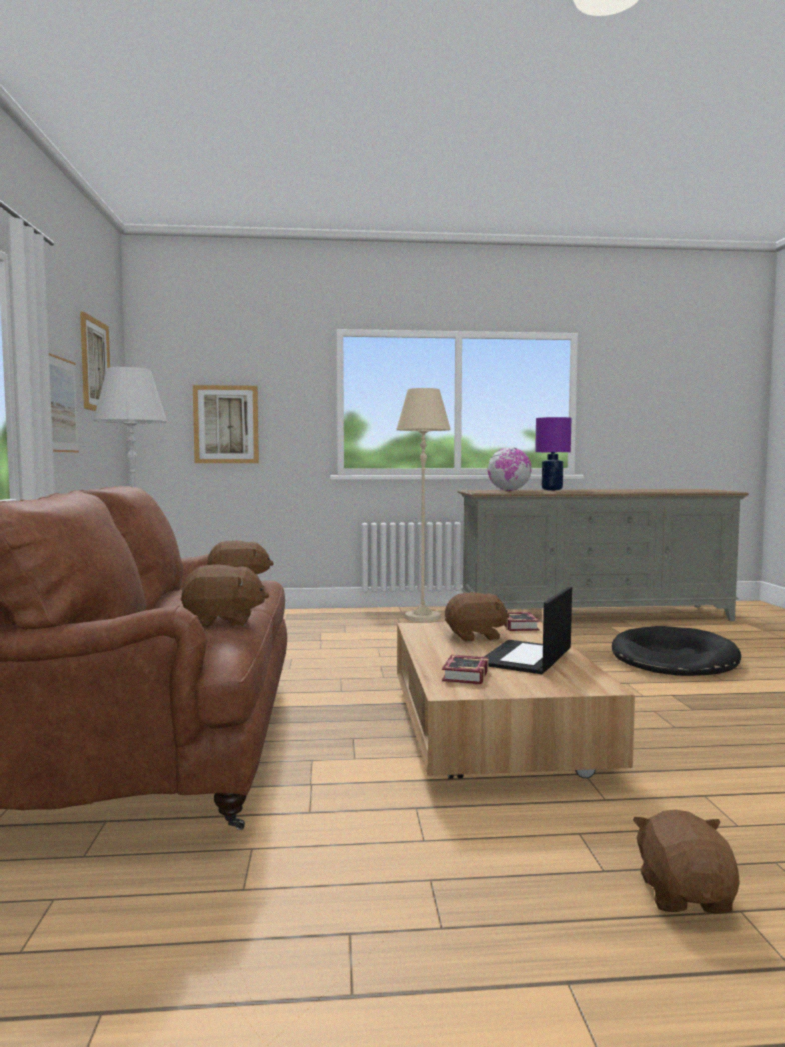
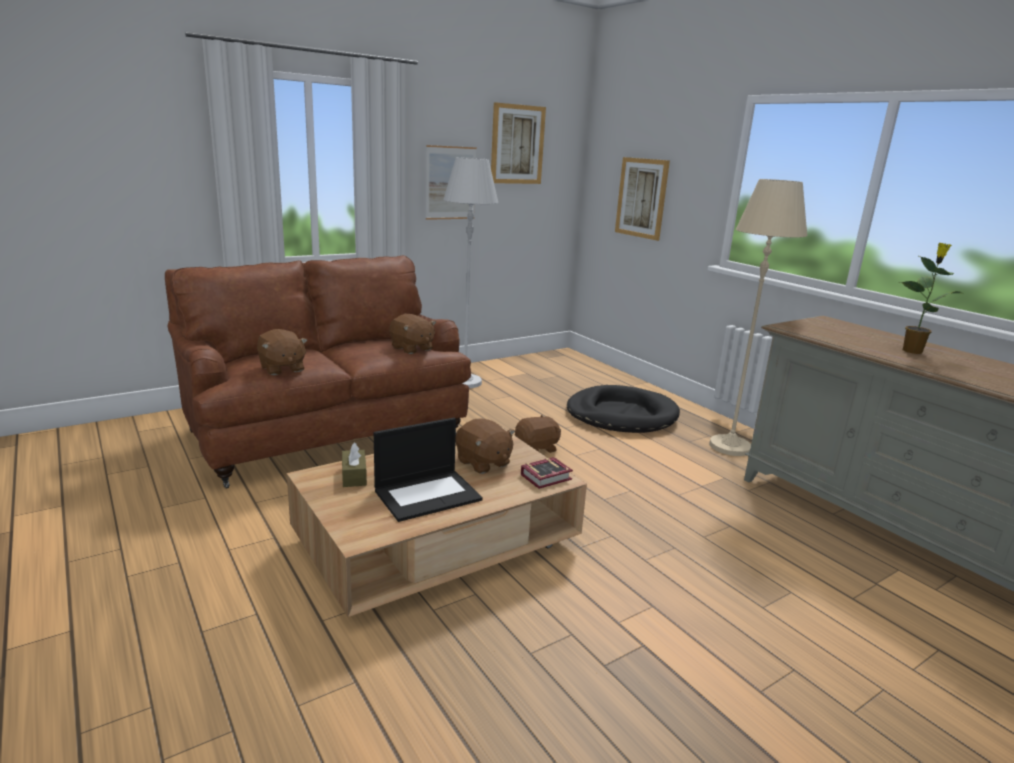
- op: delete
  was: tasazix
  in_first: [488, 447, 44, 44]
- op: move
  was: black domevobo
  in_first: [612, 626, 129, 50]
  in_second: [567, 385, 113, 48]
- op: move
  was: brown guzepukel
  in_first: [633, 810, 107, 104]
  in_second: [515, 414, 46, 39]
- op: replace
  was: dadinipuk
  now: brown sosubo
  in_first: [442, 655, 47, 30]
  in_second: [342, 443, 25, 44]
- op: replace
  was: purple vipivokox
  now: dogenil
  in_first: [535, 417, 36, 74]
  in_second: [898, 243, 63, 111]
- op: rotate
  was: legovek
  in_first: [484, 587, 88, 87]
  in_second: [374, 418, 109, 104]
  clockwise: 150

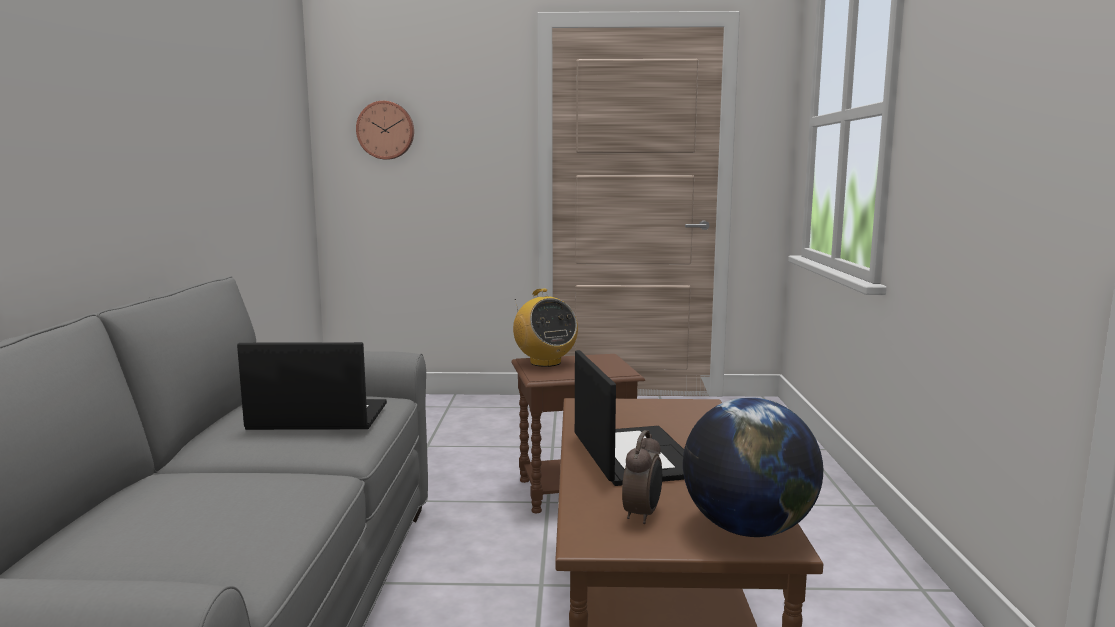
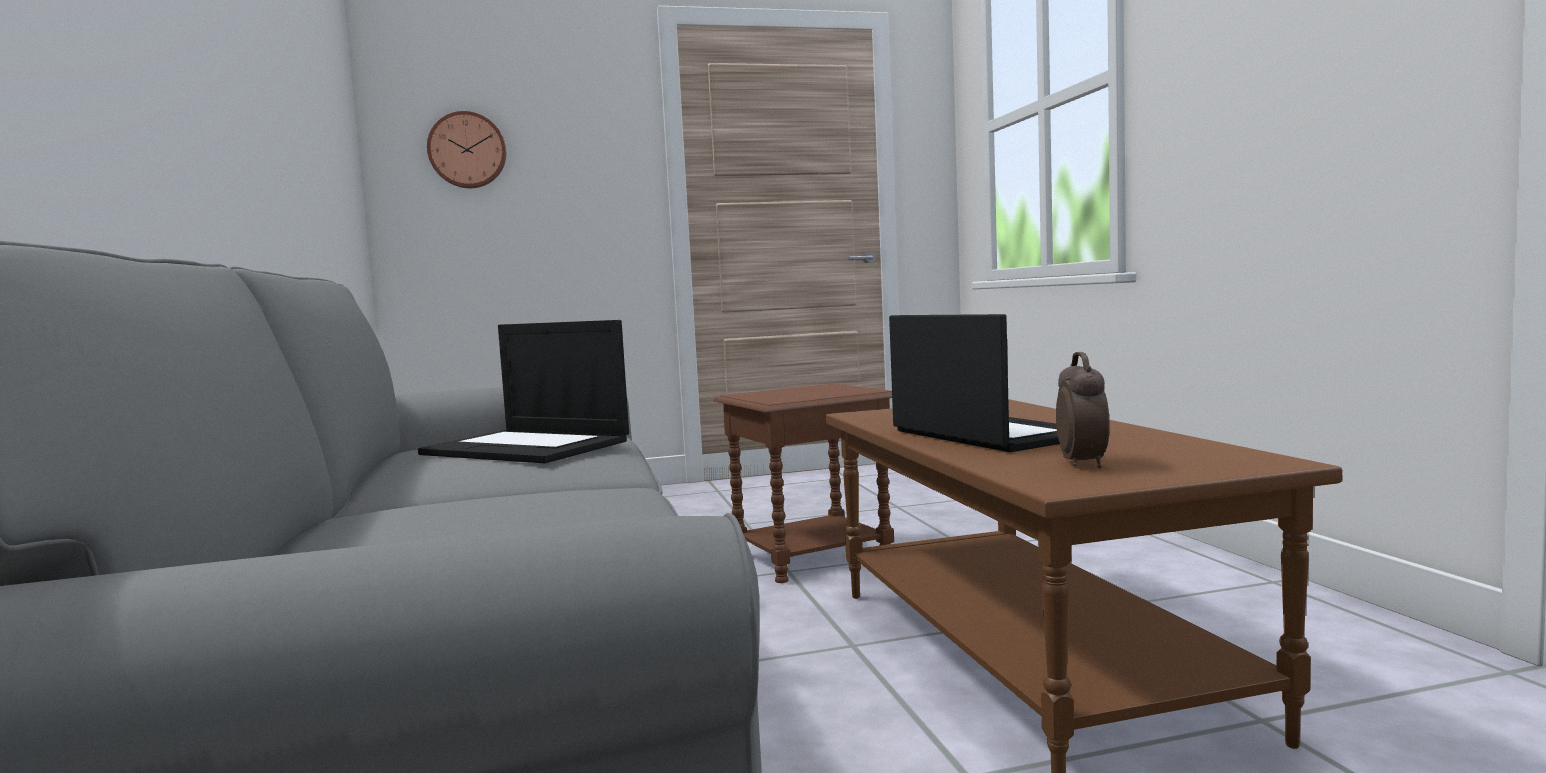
- op: delete
  was: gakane
  in_first: [513, 289, 65, 78]
- op: delete
  was: tasazix
  in_first: [683, 397, 140, 140]
- op: rotate
  was: legovek
  in_first: [237, 342, 150, 88]
  in_second: [418, 320, 211, 143]
  clockwise: -135

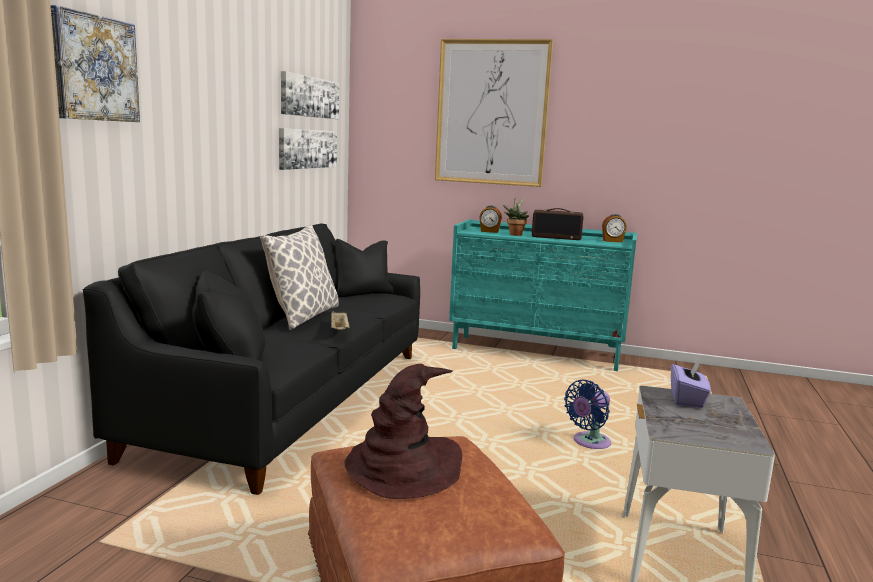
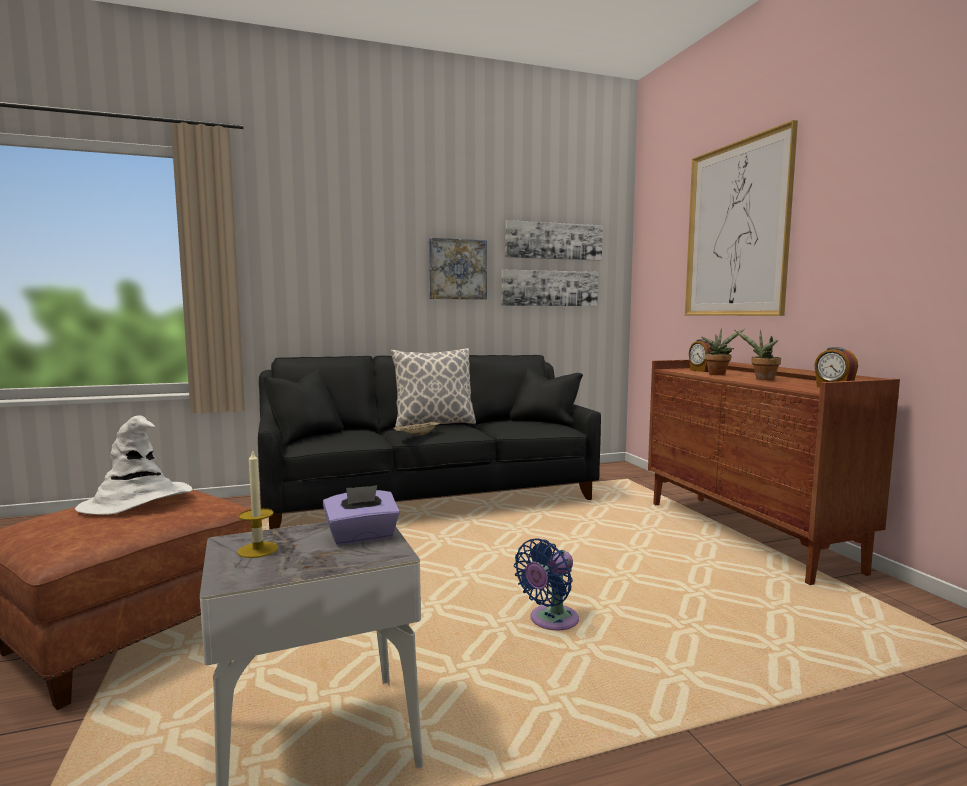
- op: insert
  now: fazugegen
  in_second: [237, 449, 41, 109]
- op: move
  was: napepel
  in_first: [51, 5, 89, 117]
  in_second: [429, 238, 58, 61]
- op: replace
  was: gakane
  now: dogenil
  in_first: [532, 208, 51, 32]
  in_second: [735, 330, 46, 51]
- op: recolor
  was: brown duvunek
  now: white duvunek
  in_first: [344, 364, 118, 135]
  in_second: [75, 415, 117, 100]
- op: recolor
  was: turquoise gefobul
  now: brown gefobul
  in_first: [449, 219, 188, 152]
  in_second: [648, 360, 252, 225]
- op: rotate
  was: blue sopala
  in_first: [564, 380, 47, 69]
  in_second: [514, 539, 65, 91]
  clockwise: -60

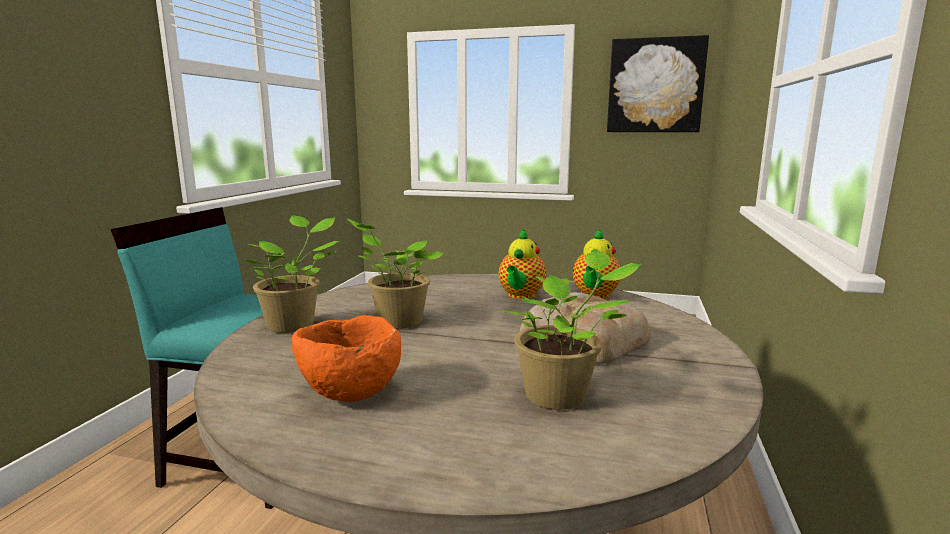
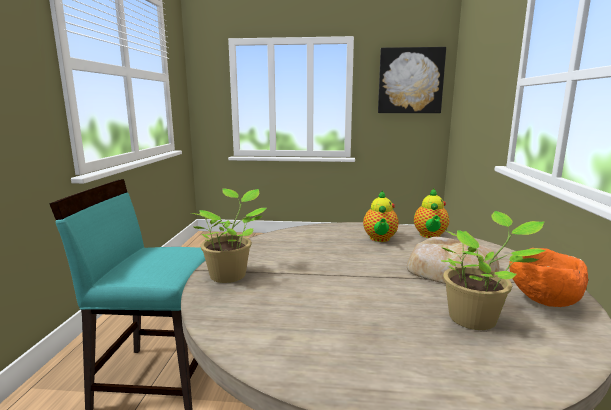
- op: delete
  was: dogenil
  in_first: [346, 218, 97, 111]
- op: move
  was: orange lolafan
  in_first: [291, 315, 110, 87]
  in_second: [509, 248, 79, 59]

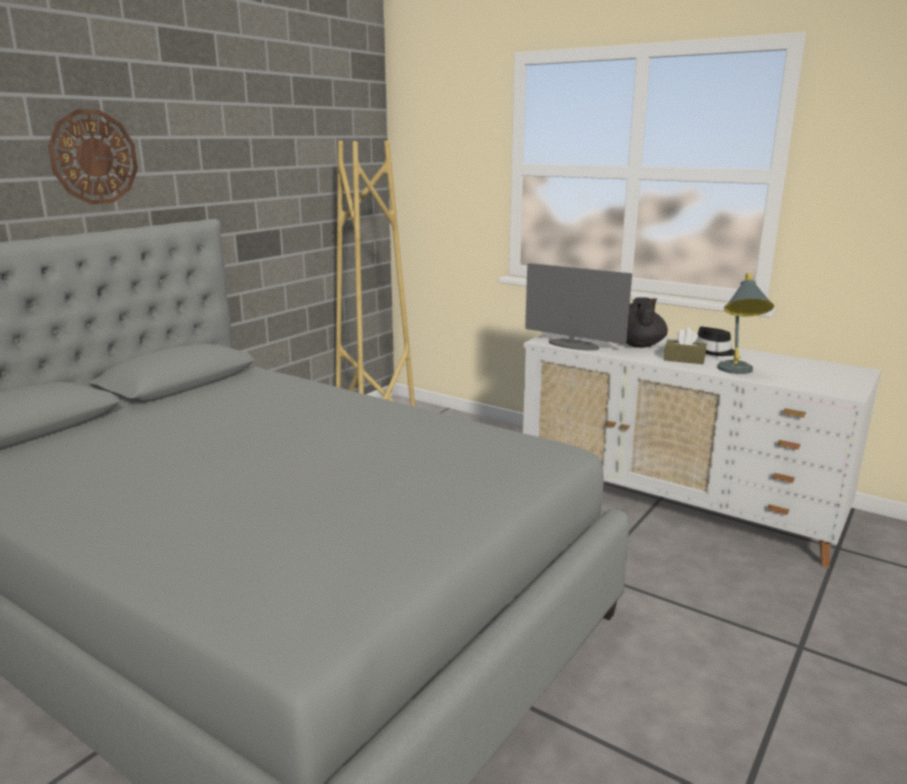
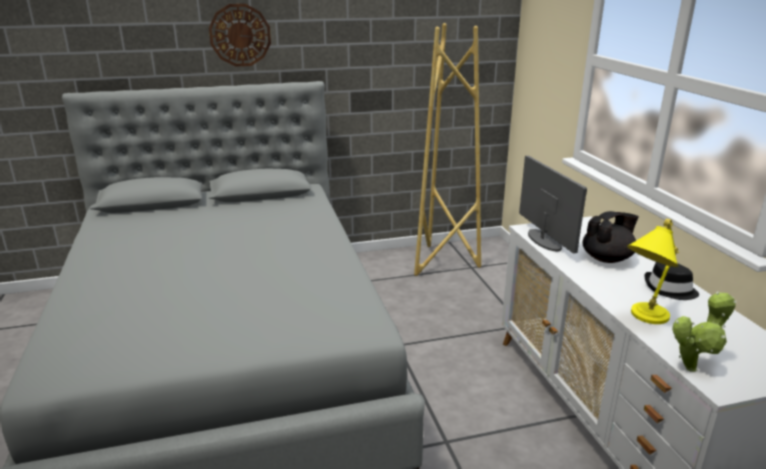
- op: delete
  was: brown sosubo
  in_first: [664, 328, 42, 36]
- op: insert
  now: dogenil
  in_second: [672, 291, 65, 81]
- op: recolor
  was: grey vipivokox
  now: yellow vipivokox
  in_first: [717, 273, 57, 101]
  in_second: [627, 219, 52, 105]

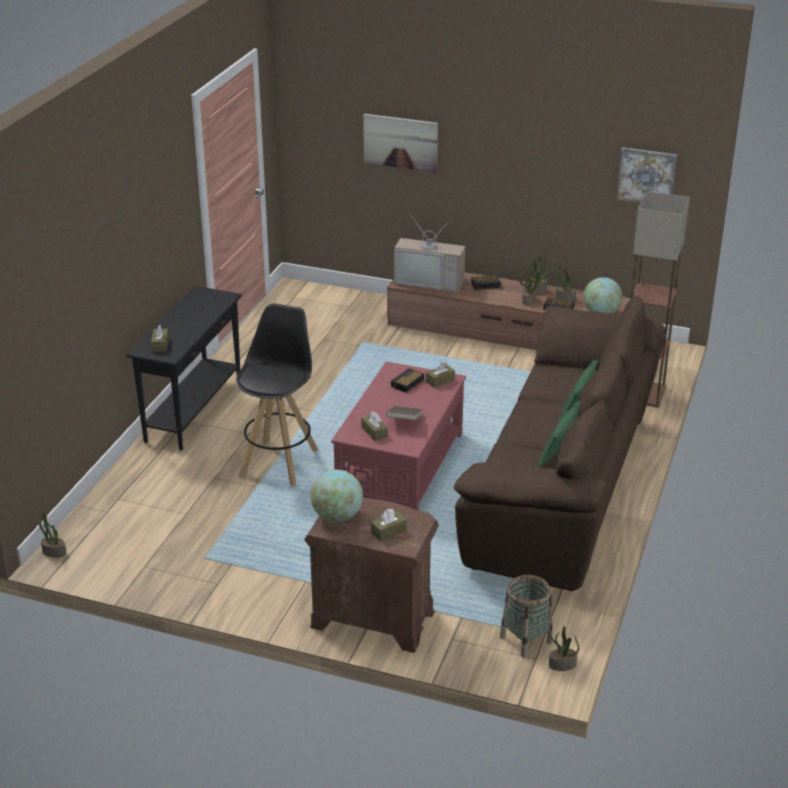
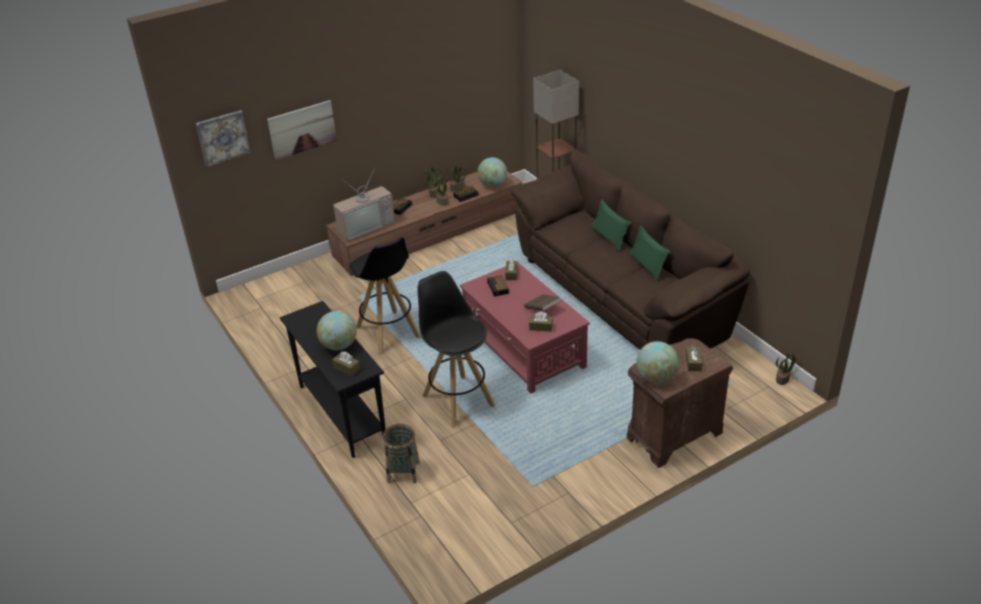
- op: delete
  was: dogenil
  in_first: [39, 513, 27, 45]
- op: insert
  now: tasazix
  in_second: [317, 311, 40, 40]
- op: insert
  now: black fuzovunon
  in_second: [349, 237, 72, 118]
- op: move
  was: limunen
  in_first: [500, 575, 52, 83]
  in_second: [382, 424, 38, 60]
- op: move
  was: napepel
  in_first: [617, 147, 60, 56]
  in_second: [196, 110, 55, 57]

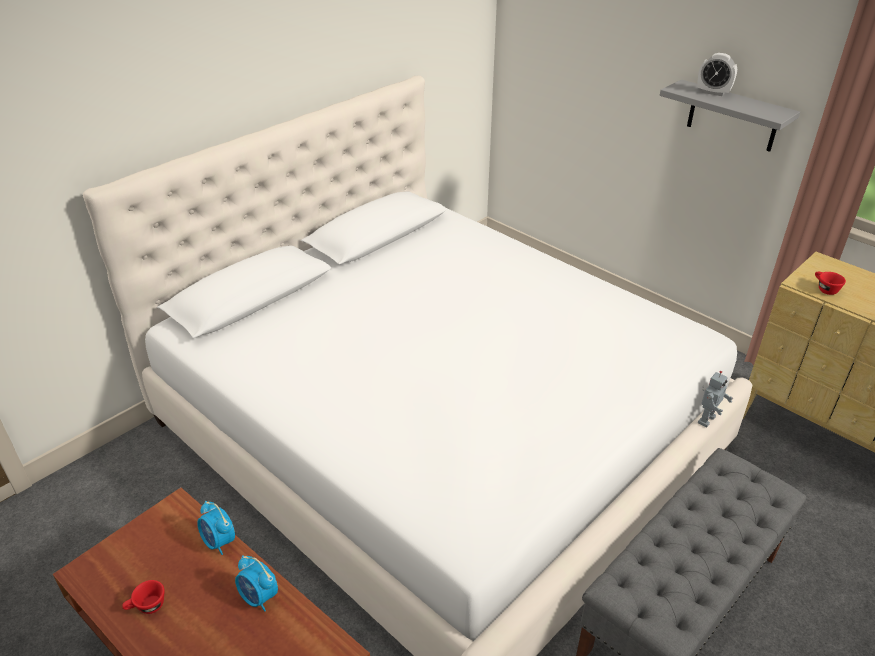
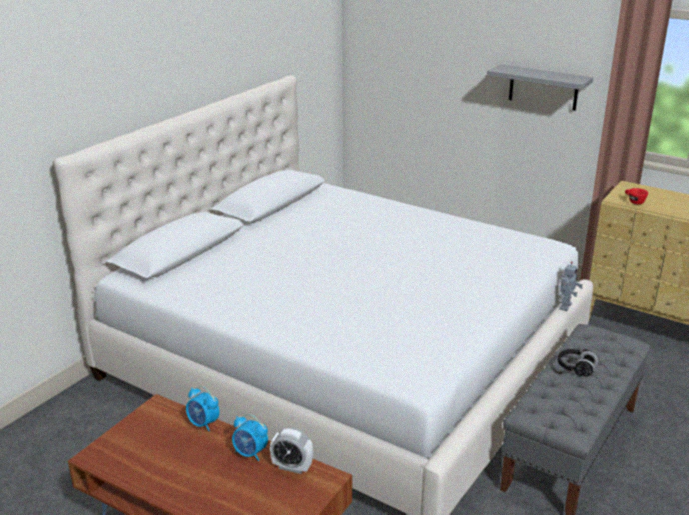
- op: delete
  was: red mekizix
  in_first: [122, 580, 43, 34]
- op: insert
  now: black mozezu
  in_second: [558, 349, 41, 27]
- op: move
  was: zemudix
  in_first: [697, 53, 40, 43]
  in_second: [270, 427, 43, 47]

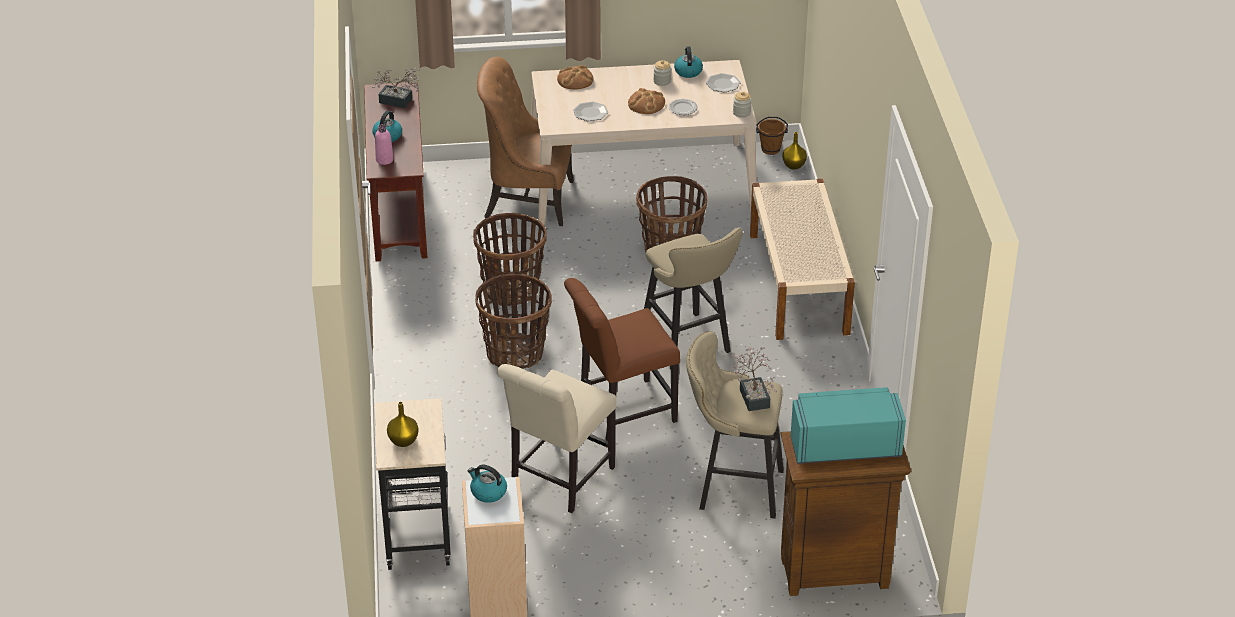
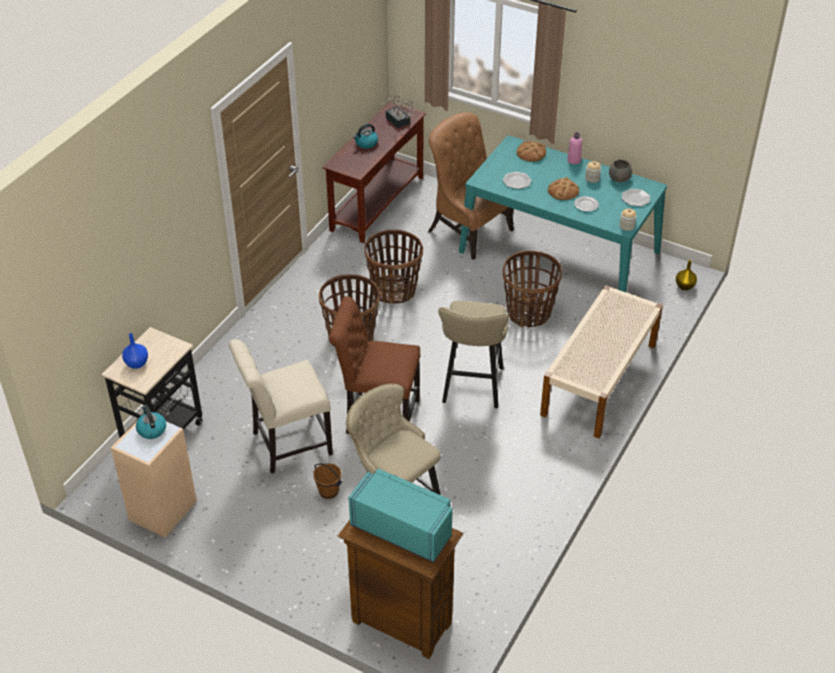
- op: delete
  was: dogenil
  in_first: [731, 347, 46, 64]
- op: move
  was: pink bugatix
  in_first: [375, 124, 18, 41]
  in_second: [567, 132, 15, 32]
- op: move
  was: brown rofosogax
  in_first: [756, 117, 32, 38]
  in_second: [313, 463, 29, 36]
- op: replace
  was: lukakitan
  now: grey lolafan
  in_first: [674, 46, 29, 32]
  in_second: [609, 160, 23, 22]
- op: recolor
  was: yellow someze
  now: blue someze
  in_first: [387, 401, 32, 46]
  in_second: [122, 333, 26, 36]
- op: recolor
  was: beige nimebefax
  now: turquoise nimebefax
  in_first: [531, 60, 226, 165]
  in_second: [459, 135, 208, 172]

